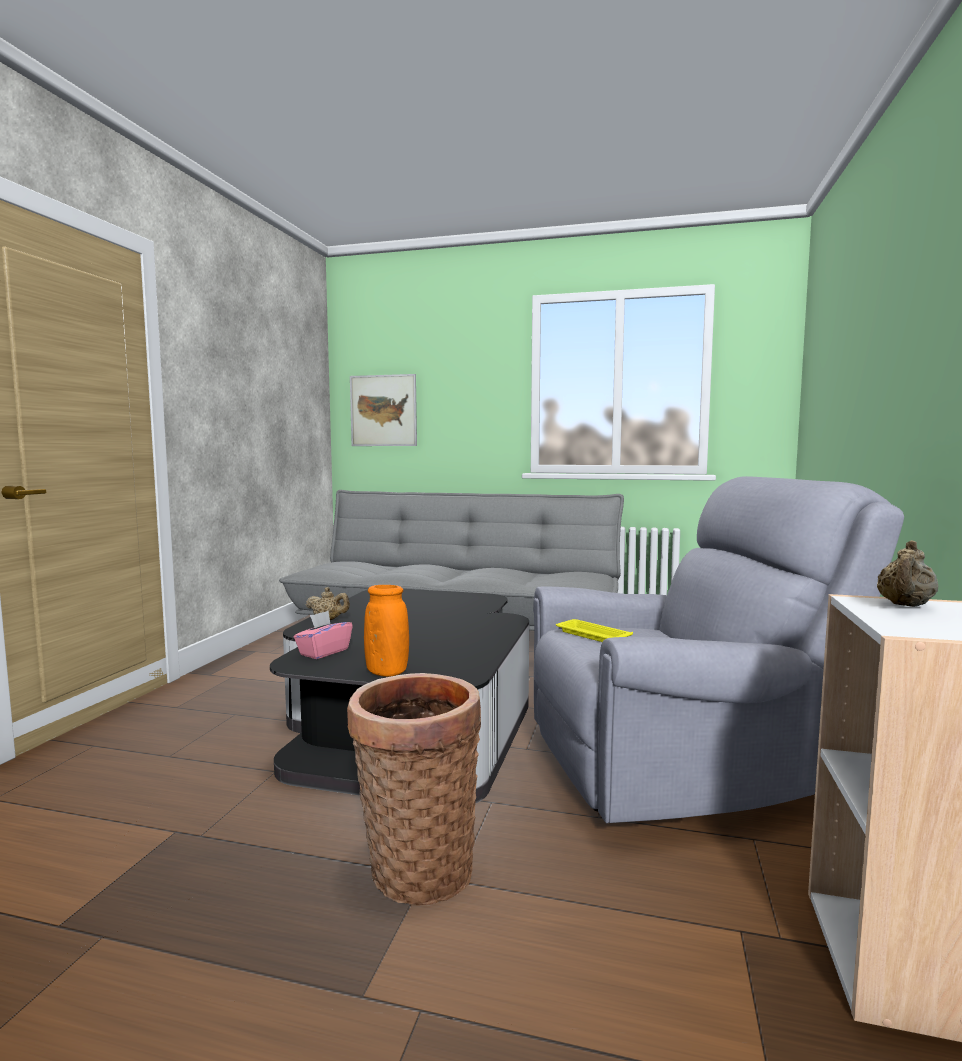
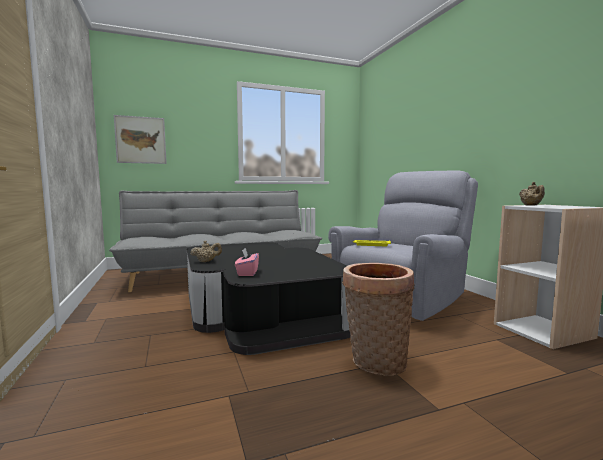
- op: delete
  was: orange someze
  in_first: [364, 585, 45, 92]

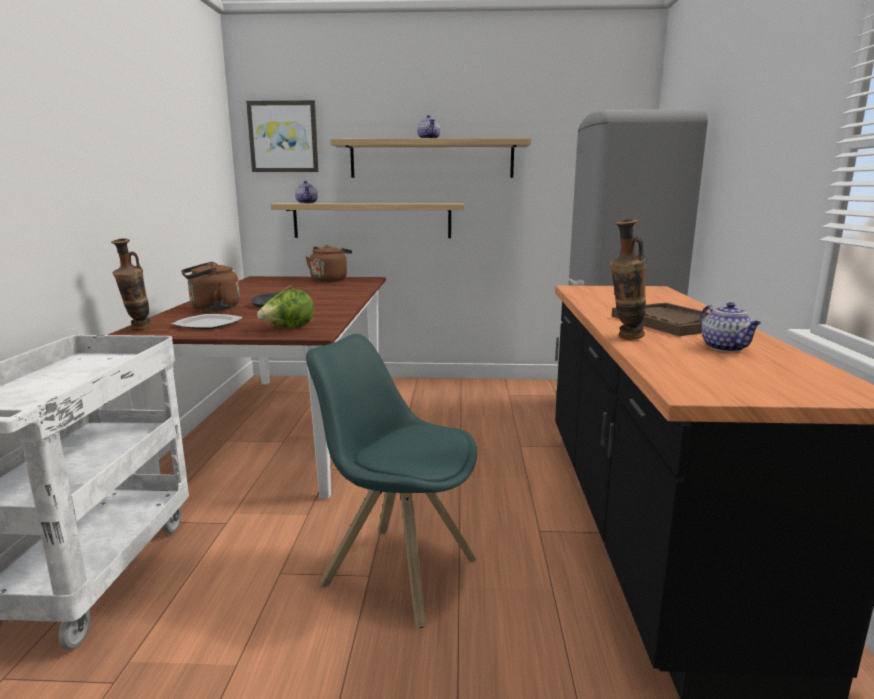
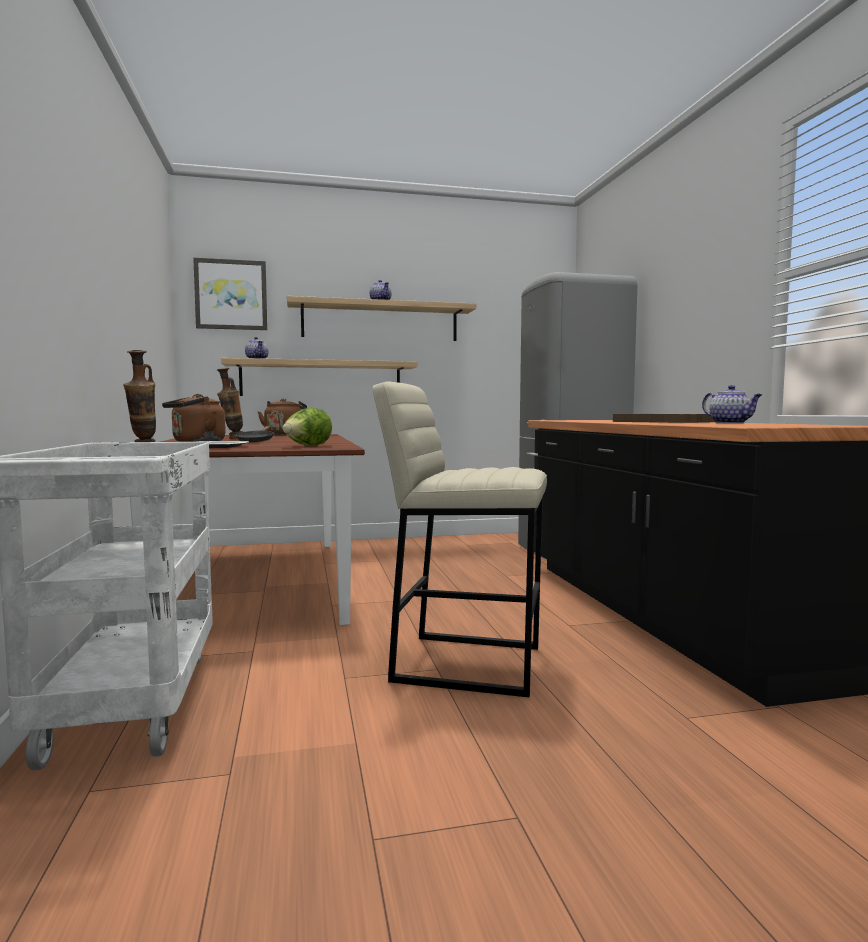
- op: move
  was: someze
  in_first: [610, 219, 37, 121]
  in_second: [217, 368, 26, 71]
- op: replace
  was: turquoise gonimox
  now: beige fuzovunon
  in_first: [306, 334, 171, 294]
  in_second: [373, 381, 174, 316]

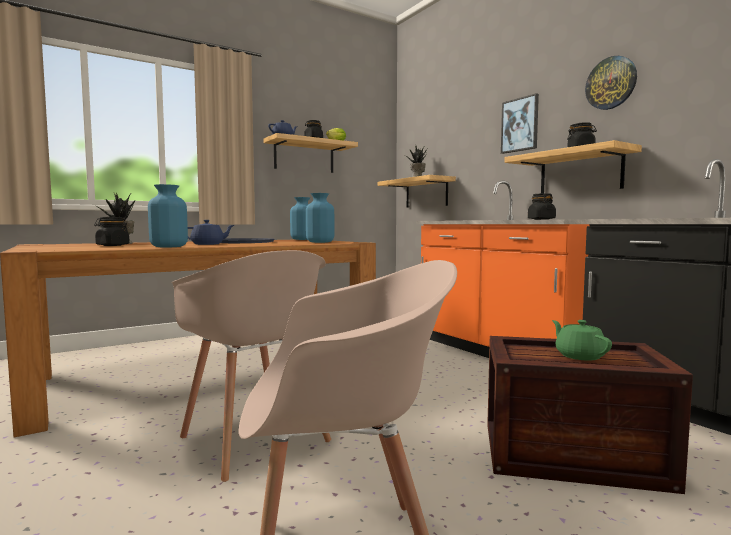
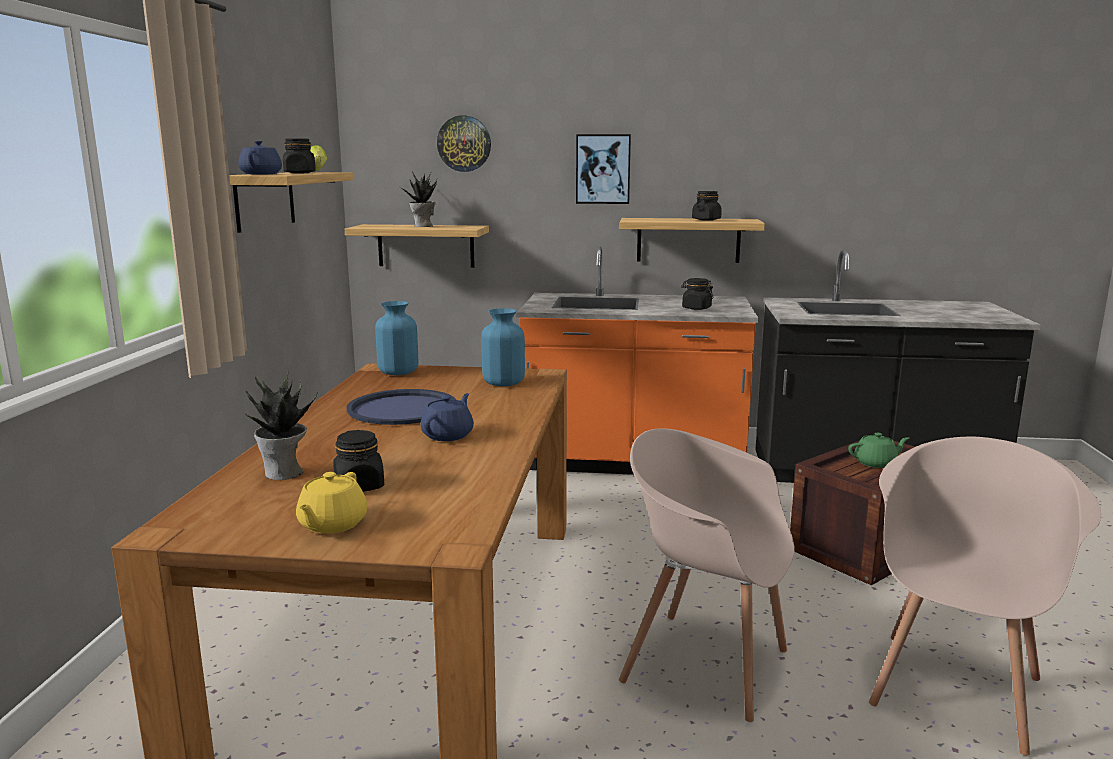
- op: delete
  was: blue someze
  in_first: [148, 184, 40, 64]
- op: insert
  now: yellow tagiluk
  in_second: [296, 472, 72, 62]
- op: move
  was: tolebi
  in_first: [585, 56, 52, 54]
  in_second: [437, 115, 54, 57]
- op: rotate
  was: beige gonimox
  in_first: [171, 250, 160, 232]
  in_second: [619, 428, 175, 294]
  clockwise: -150
- op: rotate
  was: green tagiluk
  in_first: [552, 320, 60, 41]
  in_second: [848, 433, 61, 35]
  clockwise: 150

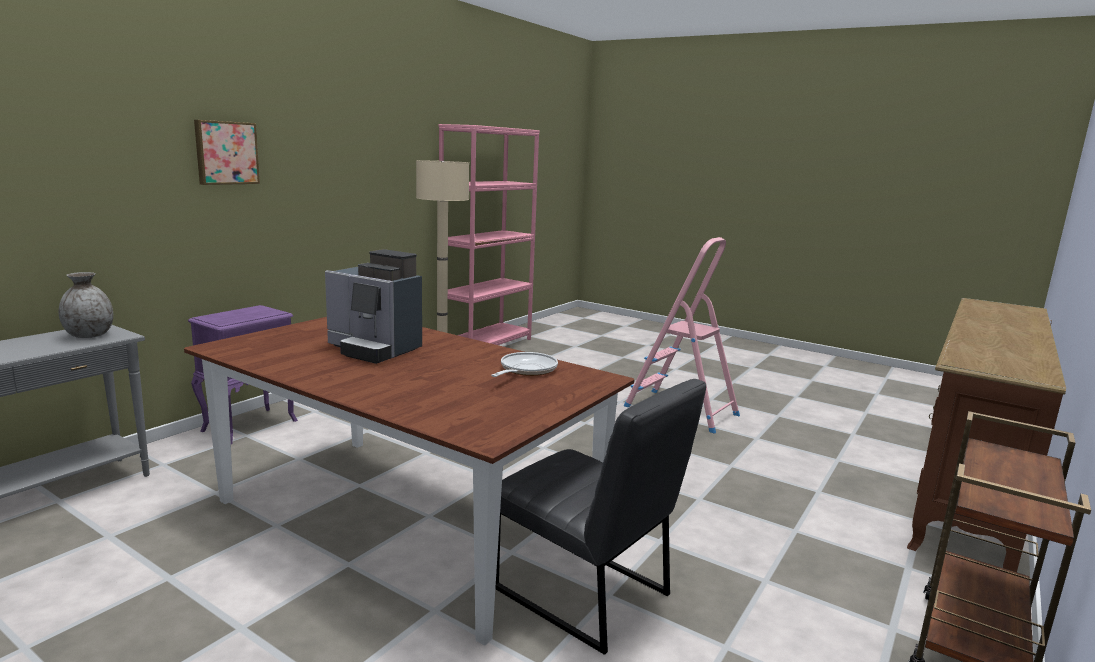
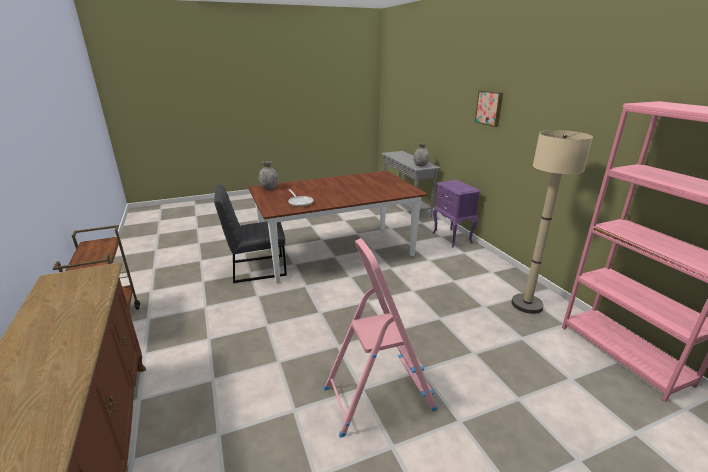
- op: delete
  was: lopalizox
  in_first: [325, 249, 97, 115]
- op: insert
  now: grey someze
  in_second: [259, 161, 19, 29]

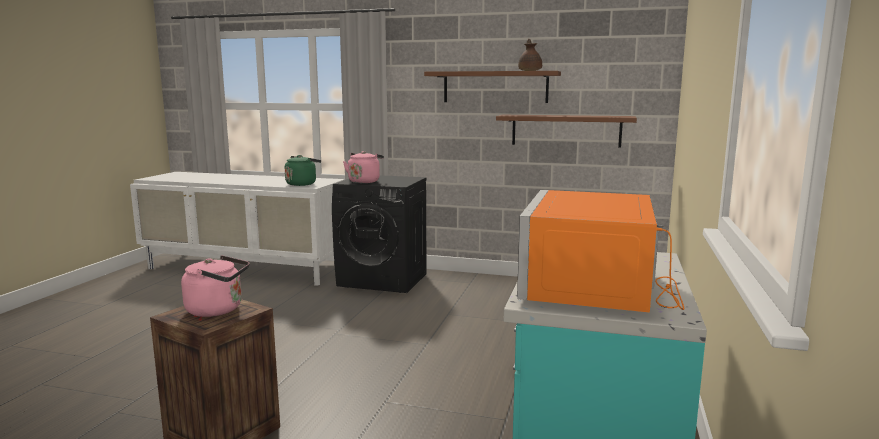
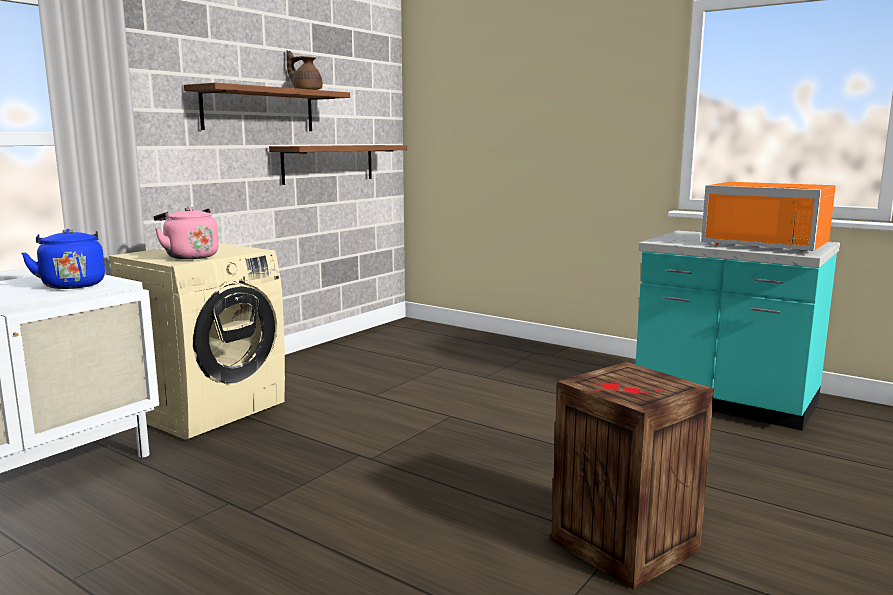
- op: delete
  was: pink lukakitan
  in_first: [181, 255, 68, 62]
- op: recolor
  was: green lukakitan
  now: blue lukakitan
  in_first: [285, 155, 36, 31]
  in_second: [21, 229, 84, 60]
- op: recolor
  was: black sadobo
  now: beige sadobo
  in_first: [332, 175, 95, 118]
  in_second: [109, 243, 176, 197]

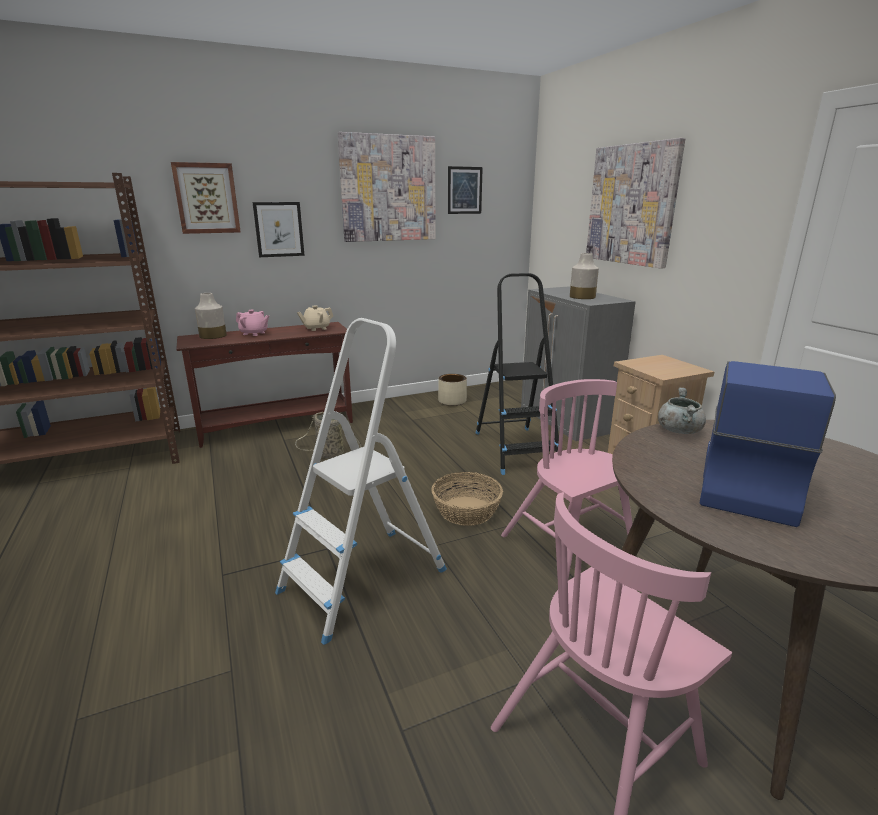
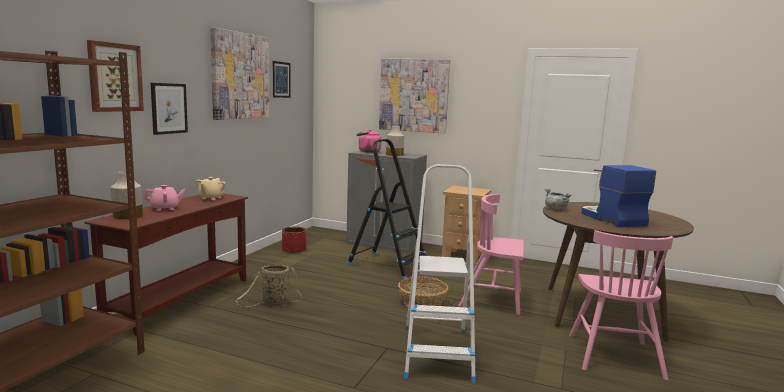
- op: insert
  now: pink lukakitan
  in_second: [357, 130, 24, 23]
- op: recolor
  was: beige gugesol
  now: red gugesol
  in_first: [438, 374, 29, 32]
  in_second: [282, 227, 24, 26]

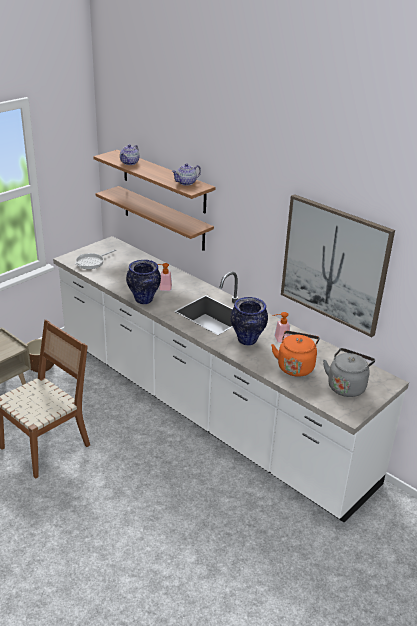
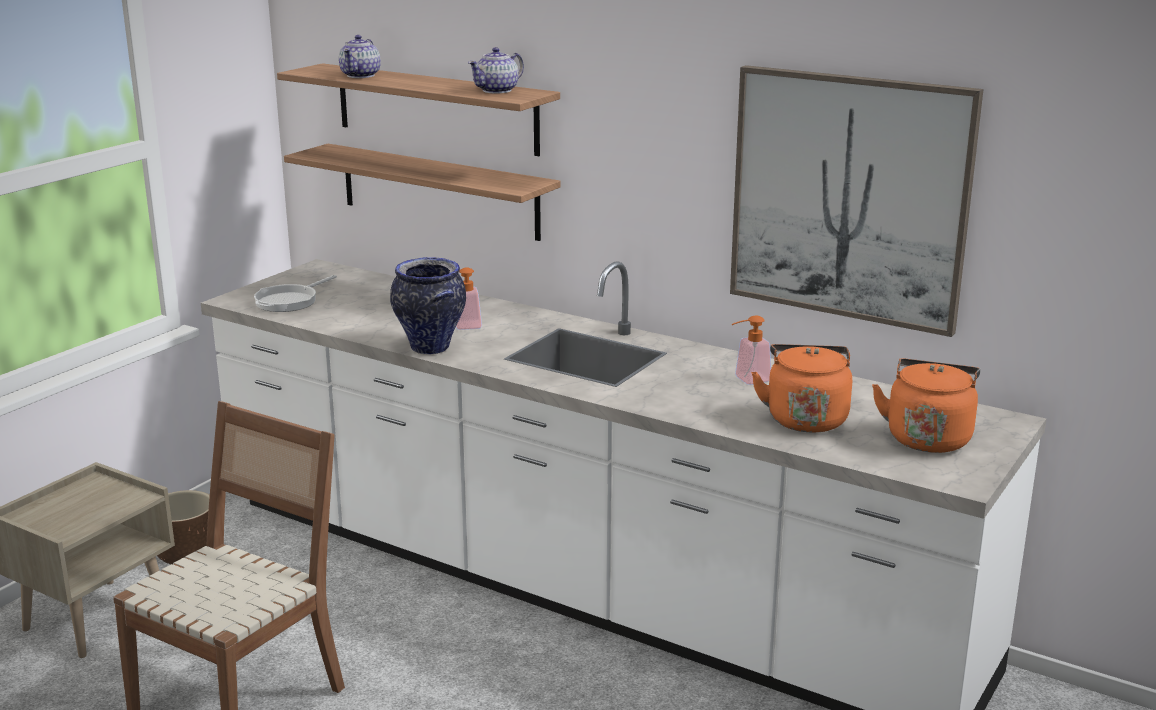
- op: delete
  was: someze
  in_first: [230, 297, 38, 49]
- op: recolor
  was: grey lukakitan
  now: orange lukakitan
  in_first: [323, 348, 52, 49]
  in_second: [872, 358, 108, 95]

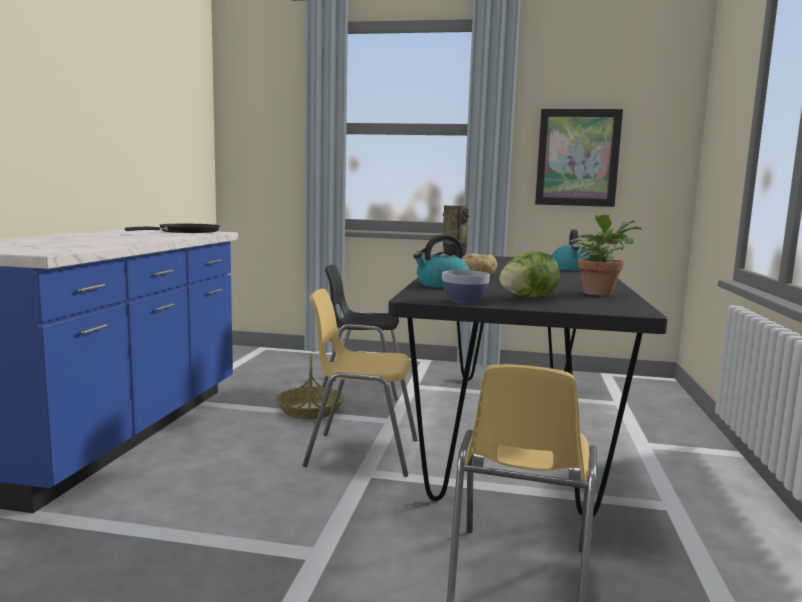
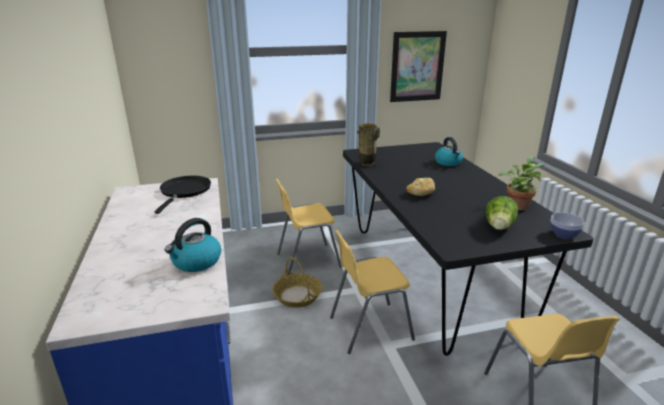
- op: move
  was: lukakitan
  in_first: [413, 234, 57, 54]
  in_second: [165, 218, 56, 54]
- op: move
  was: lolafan
  in_first: [442, 270, 48, 34]
  in_second: [551, 213, 34, 26]
- op: recolor
  was: black gonimox
  now: yellow gonimox
  in_first: [322, 264, 77, 137]
  in_second: [275, 179, 67, 96]

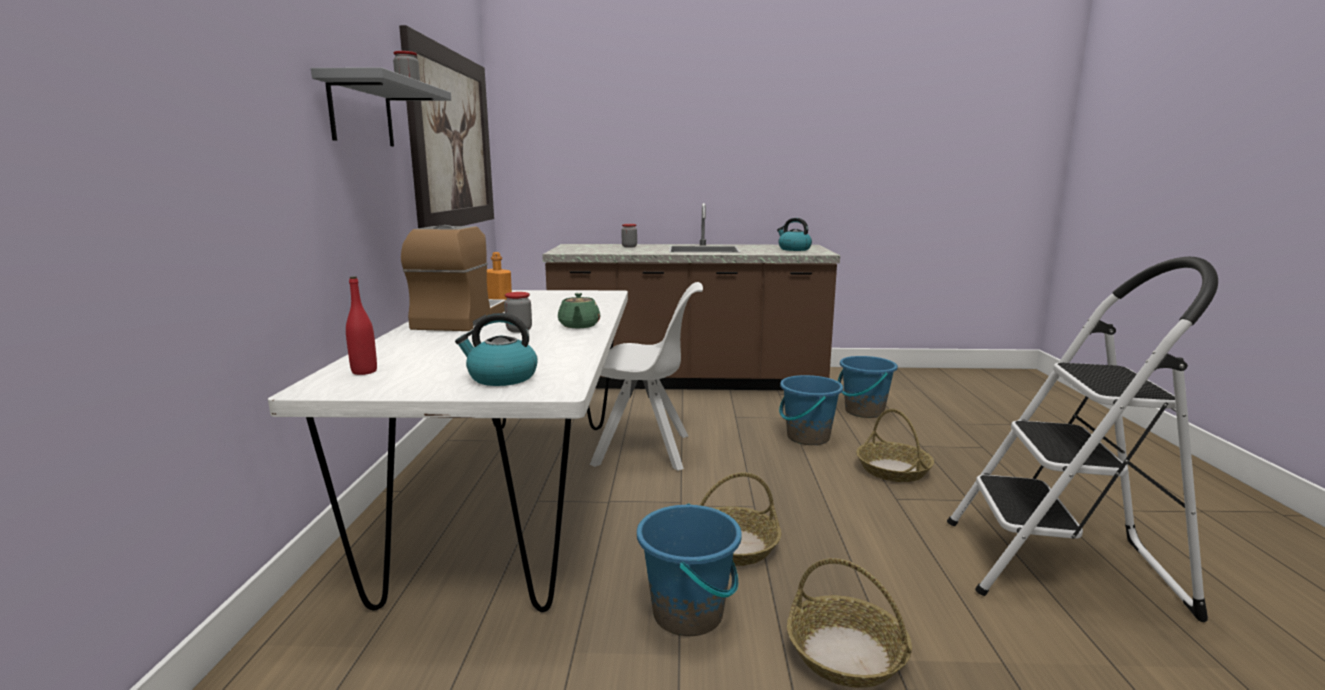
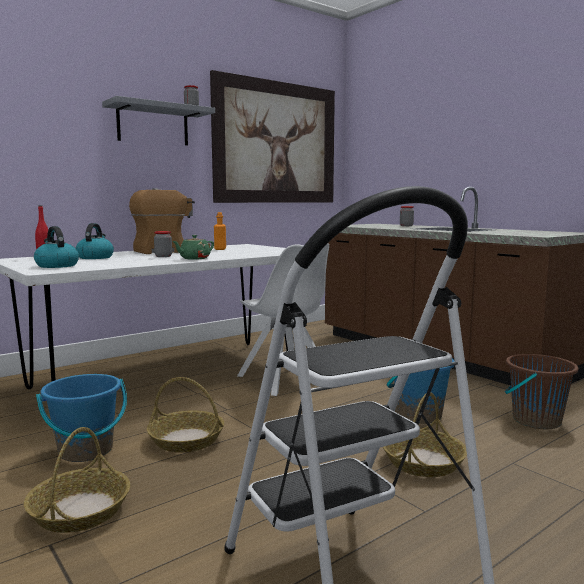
- op: move
  was: lukakitan
  in_first: [777, 218, 35, 33]
  in_second: [76, 223, 38, 36]
- op: recolor
  was: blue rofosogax
  now: brown rofosogax
  in_first: [838, 356, 60, 62]
  in_second: [505, 354, 73, 75]

